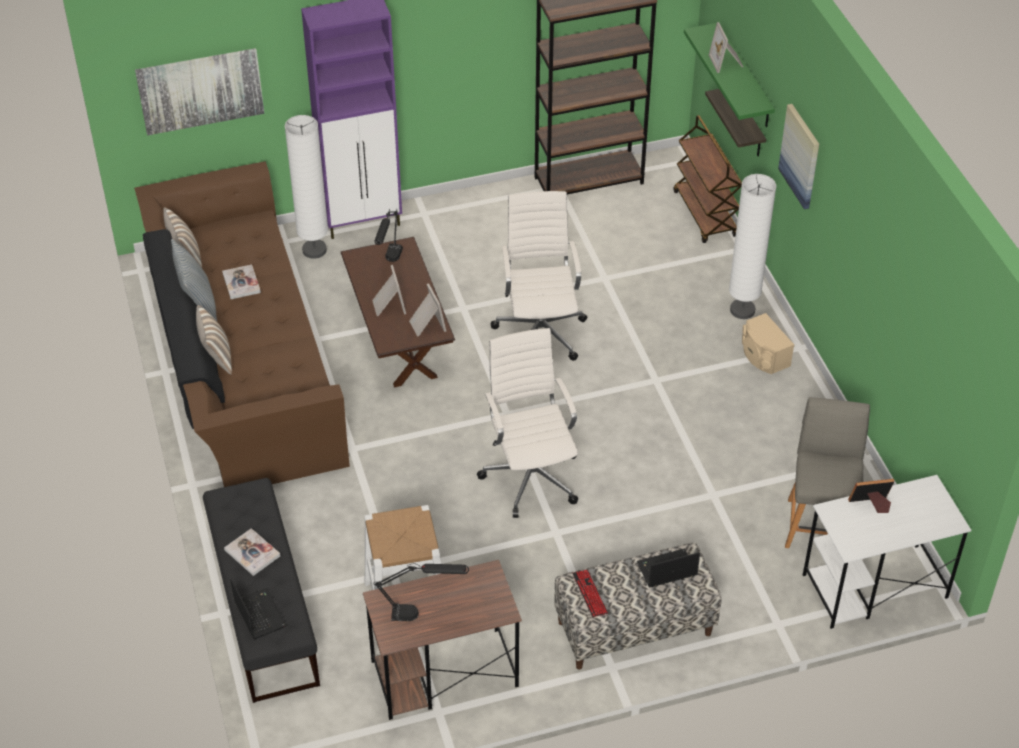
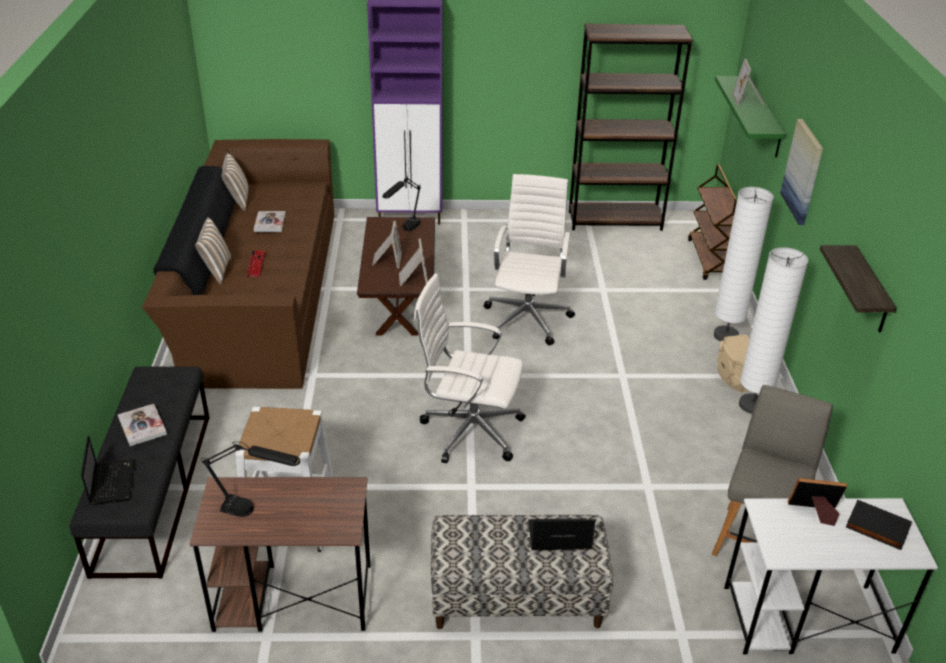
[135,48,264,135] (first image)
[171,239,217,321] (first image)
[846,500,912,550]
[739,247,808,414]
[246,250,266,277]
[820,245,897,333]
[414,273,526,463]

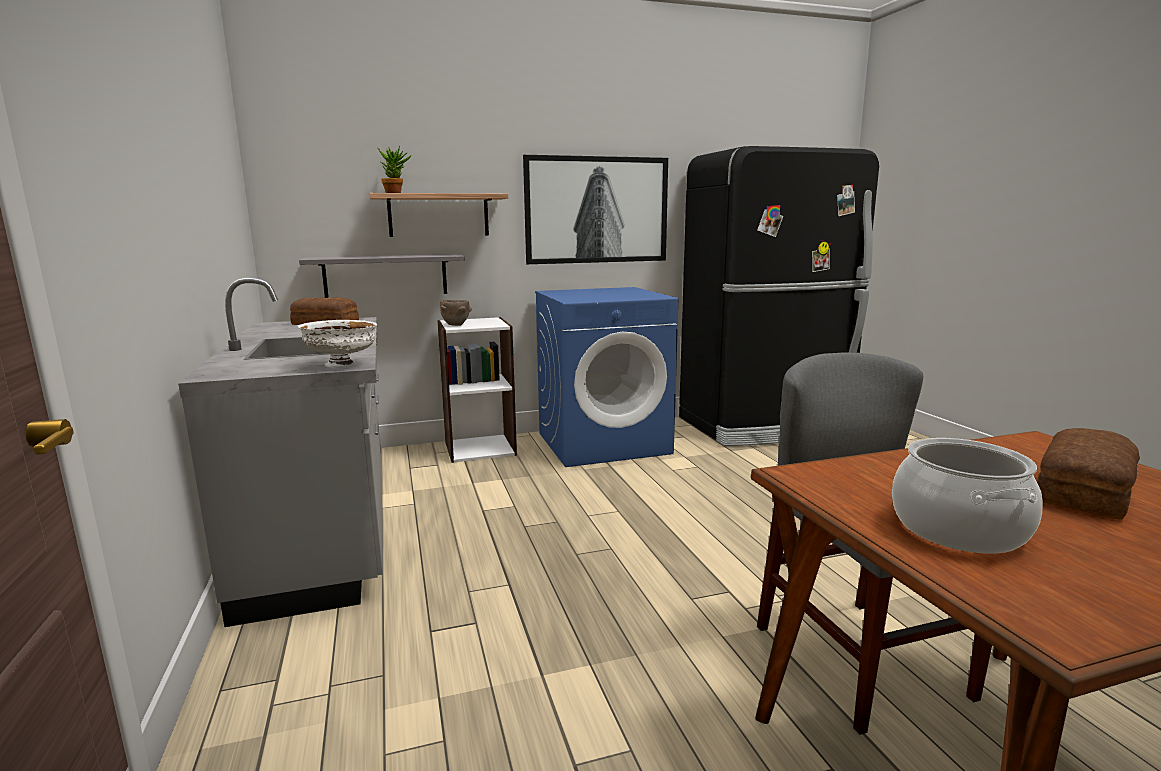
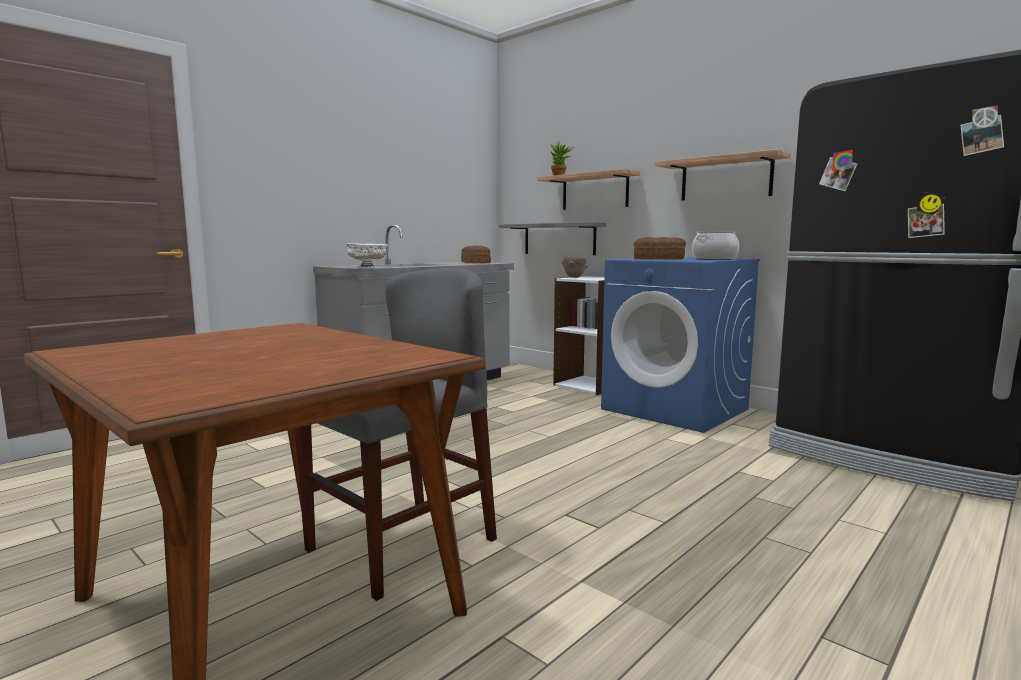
[692,231,739,260]
[633,237,686,259]
[655,149,791,200]

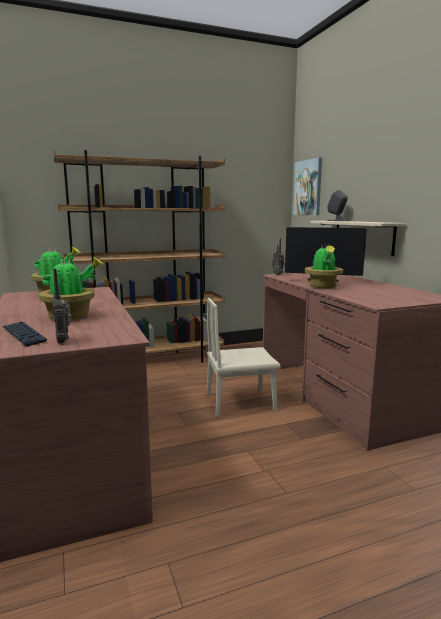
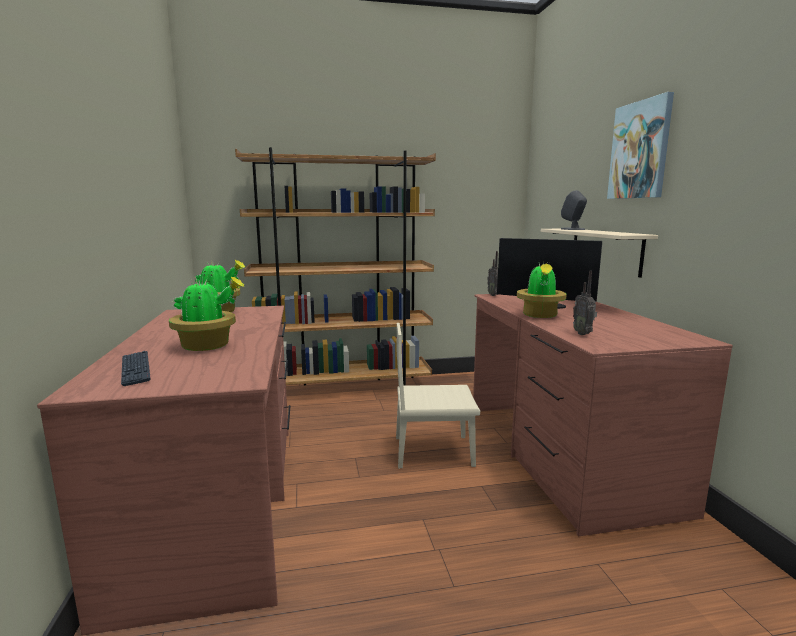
[573,271,597,335]
[607,92,674,199]

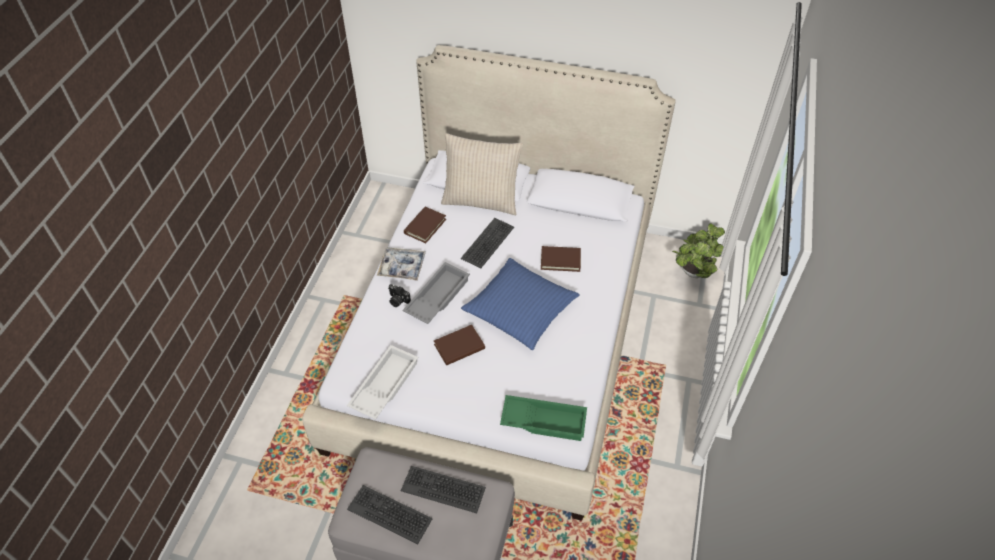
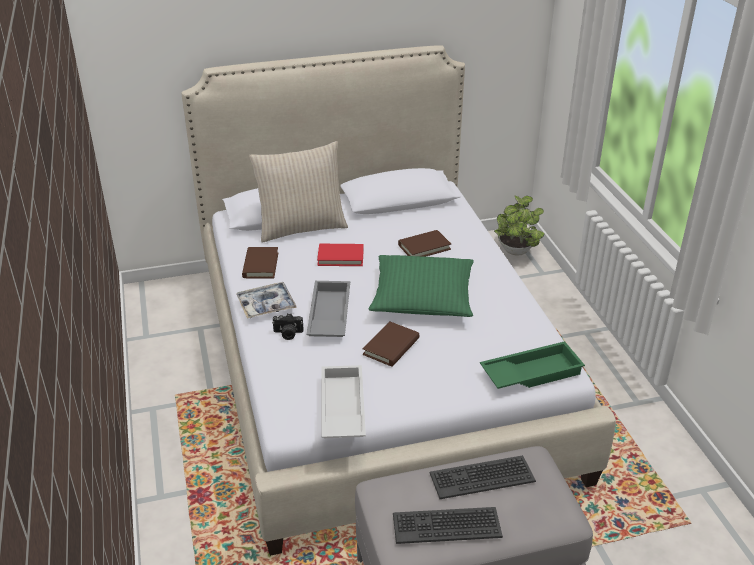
[317,244,364,266]
[369,255,474,317]

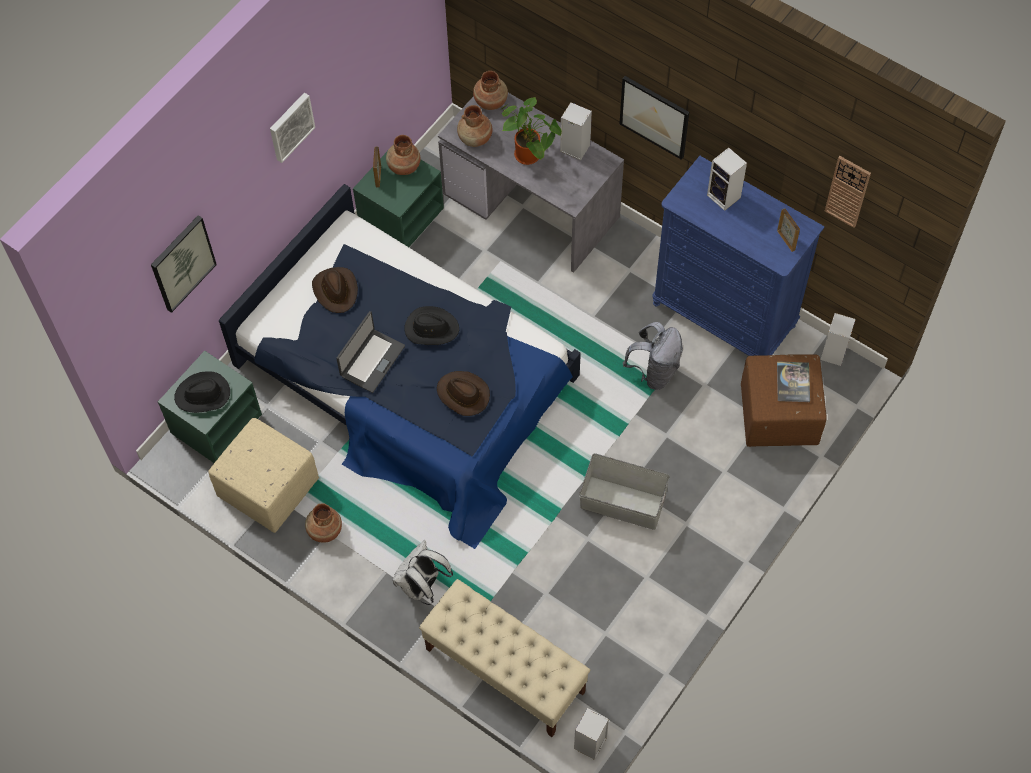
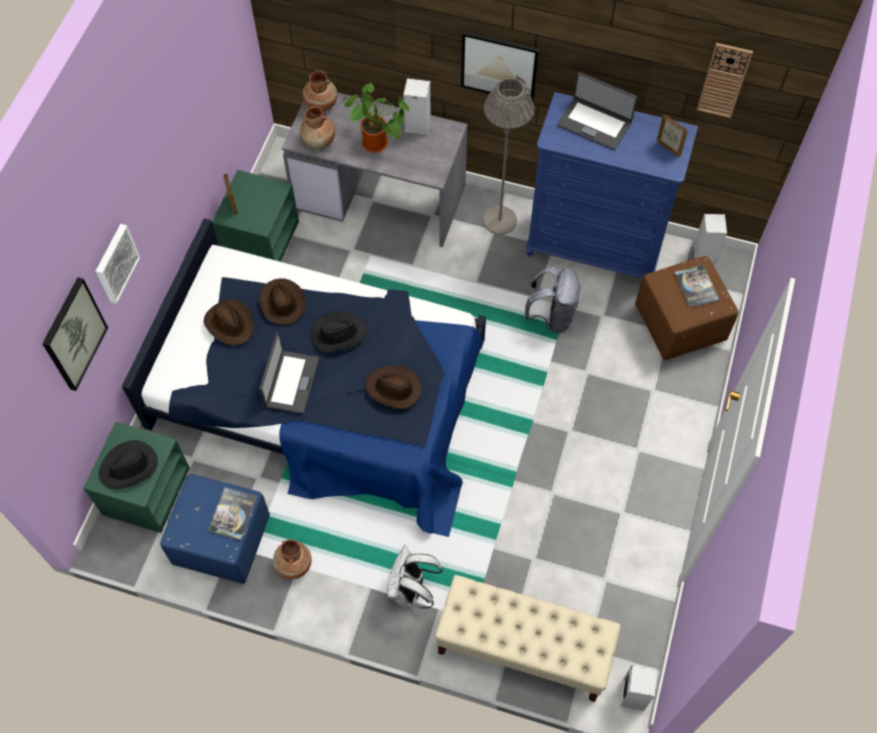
[386,135,420,175] (first image)
[579,453,670,530] (first image)
[208,487,257,540]
[259,279,306,325]
[483,76,534,235]
[96,224,140,304]
[557,72,637,150]
[160,474,270,584]

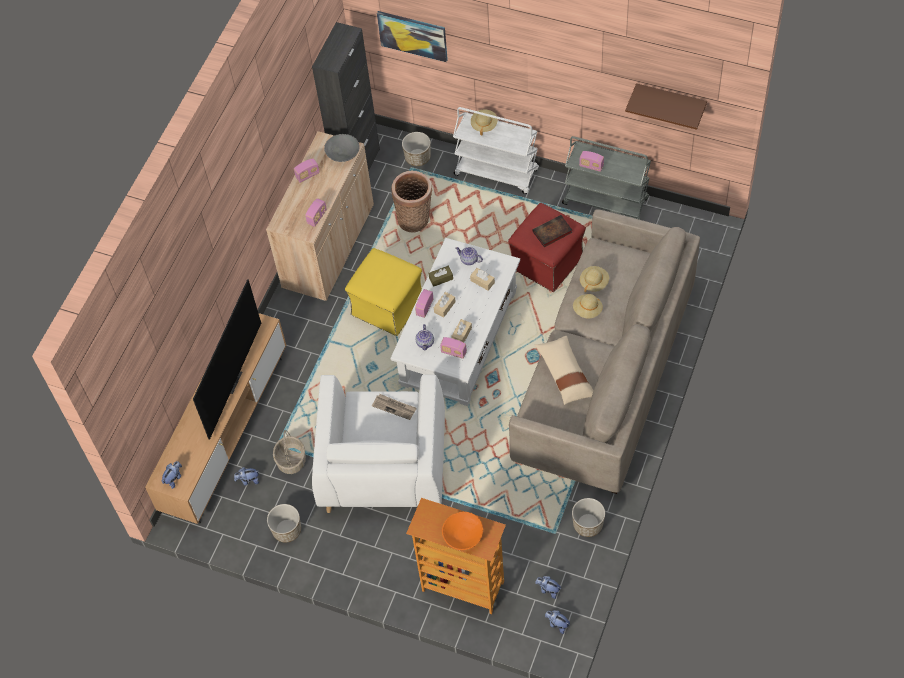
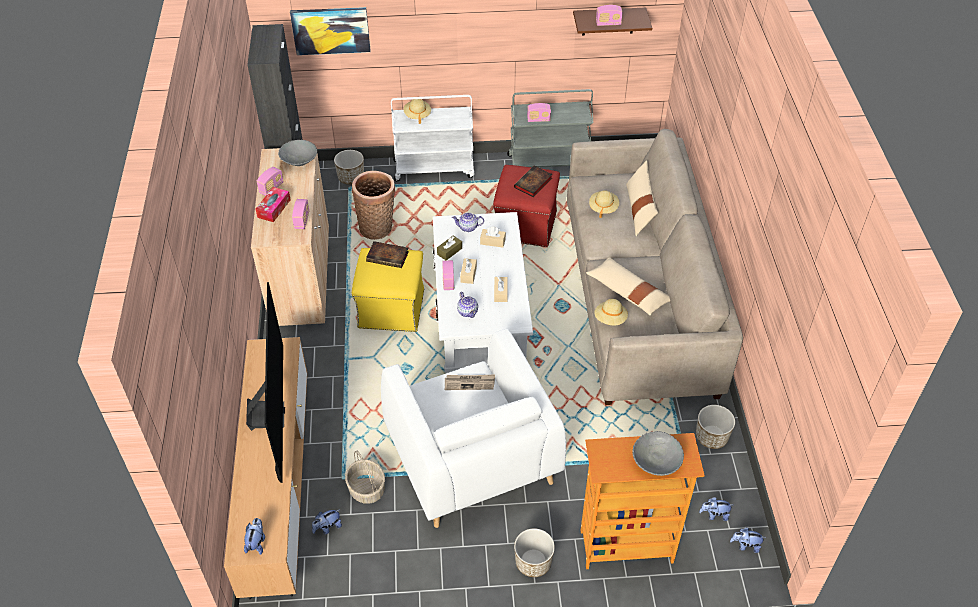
[255,187,291,222]
[366,241,409,268]
[626,160,658,236]
[514,528,555,577]
[596,5,623,26]
[595,299,628,326]
[632,431,684,476]

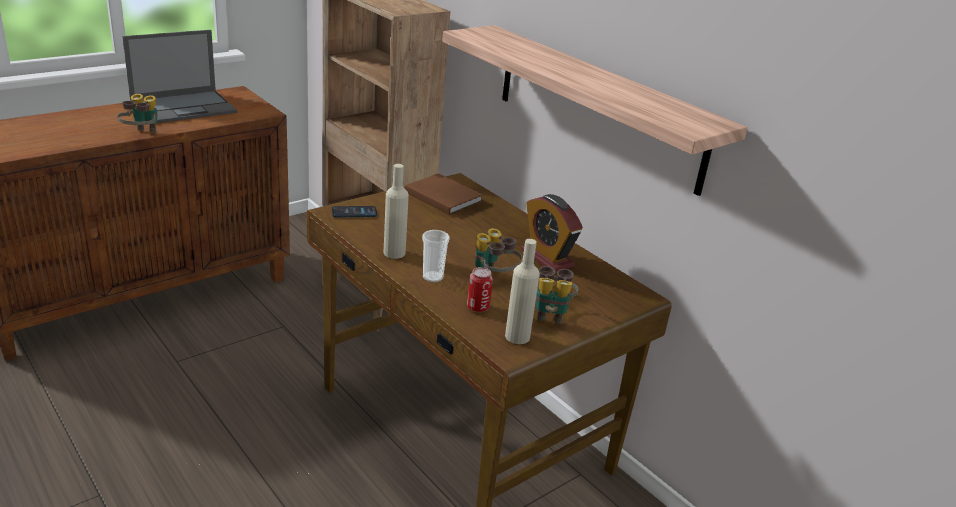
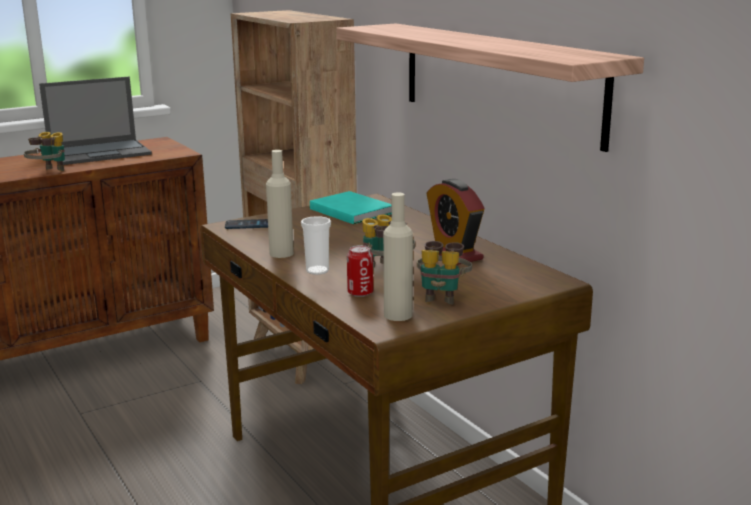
[310,191,392,224]

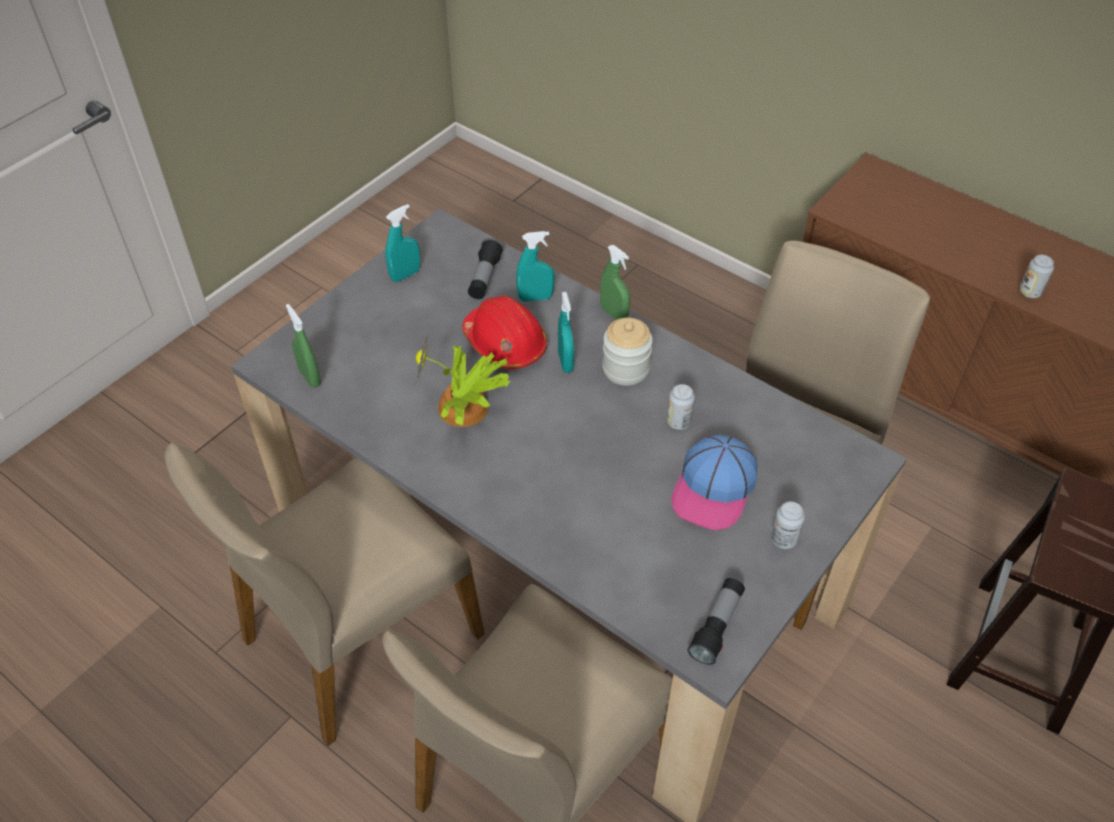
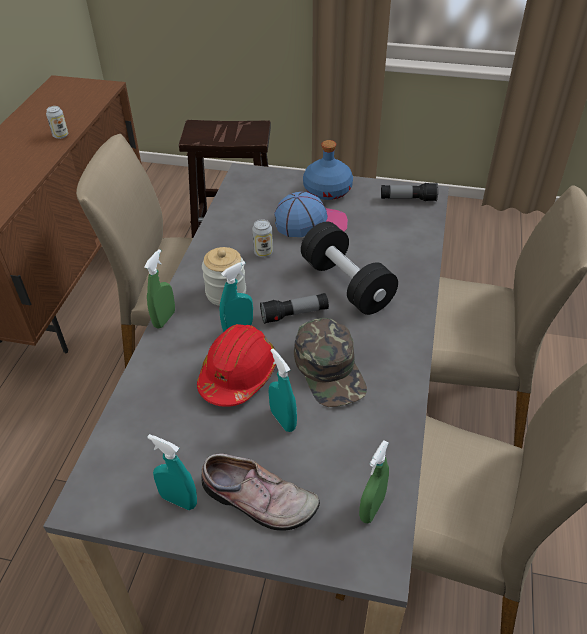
[201,453,320,531]
[301,222,398,315]
[260,293,329,324]
[269,349,297,432]
[294,318,367,407]
[303,140,353,200]

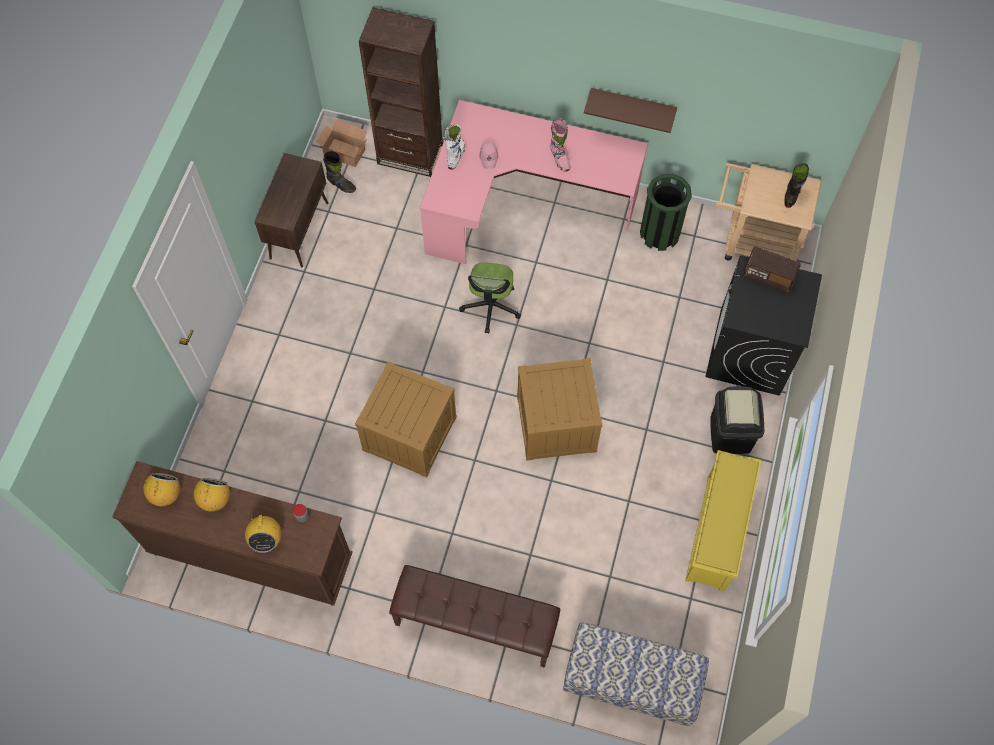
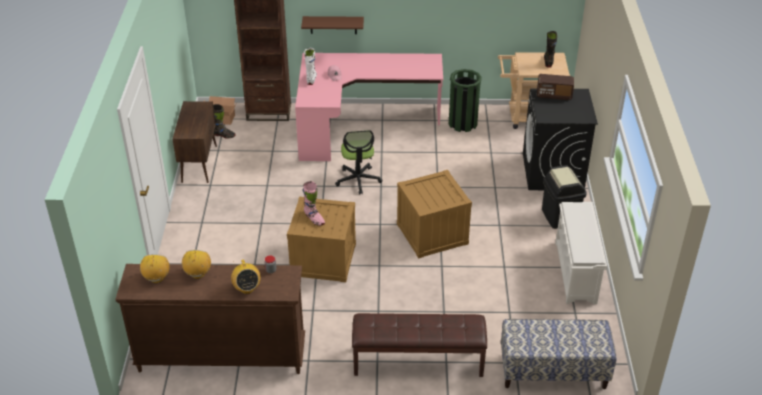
[303,181,325,226]
[301,16,364,34]
[555,202,607,304]

